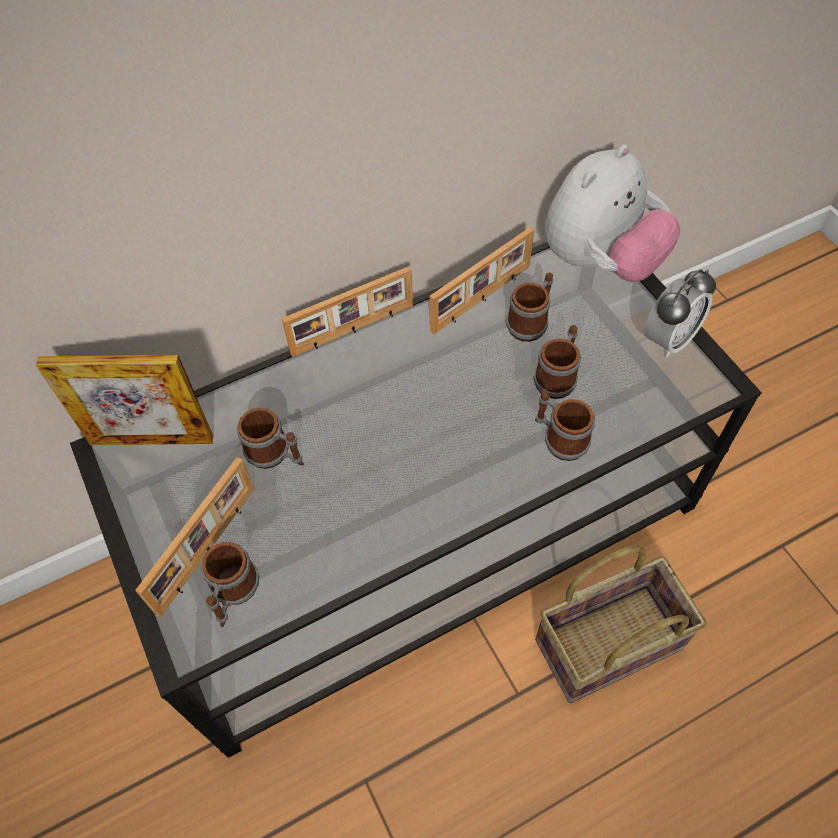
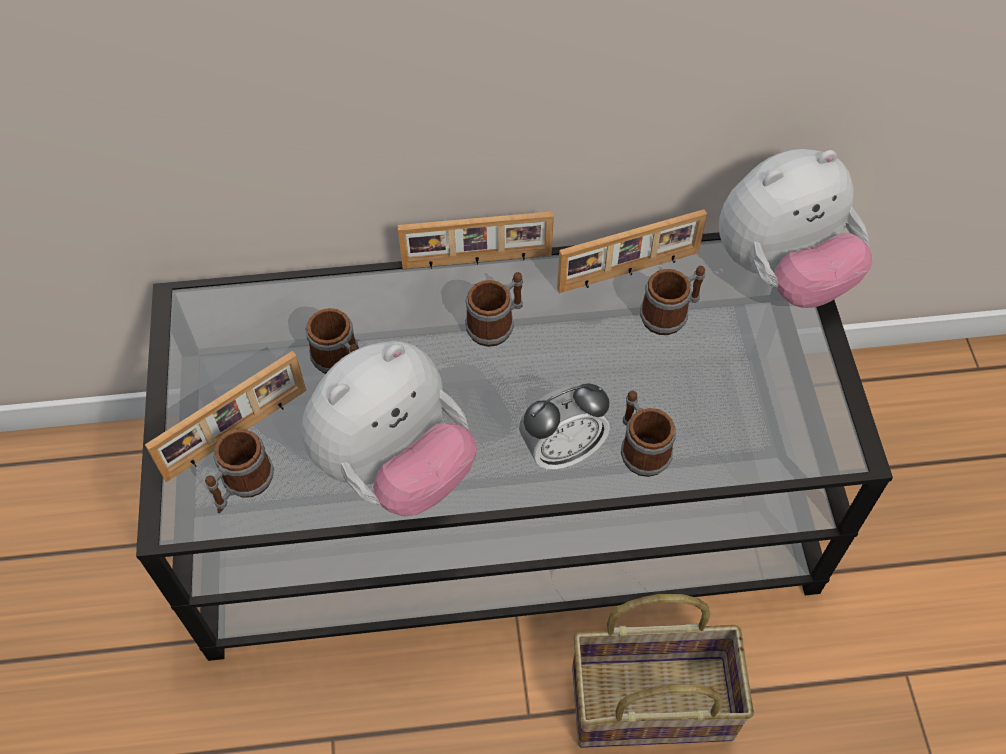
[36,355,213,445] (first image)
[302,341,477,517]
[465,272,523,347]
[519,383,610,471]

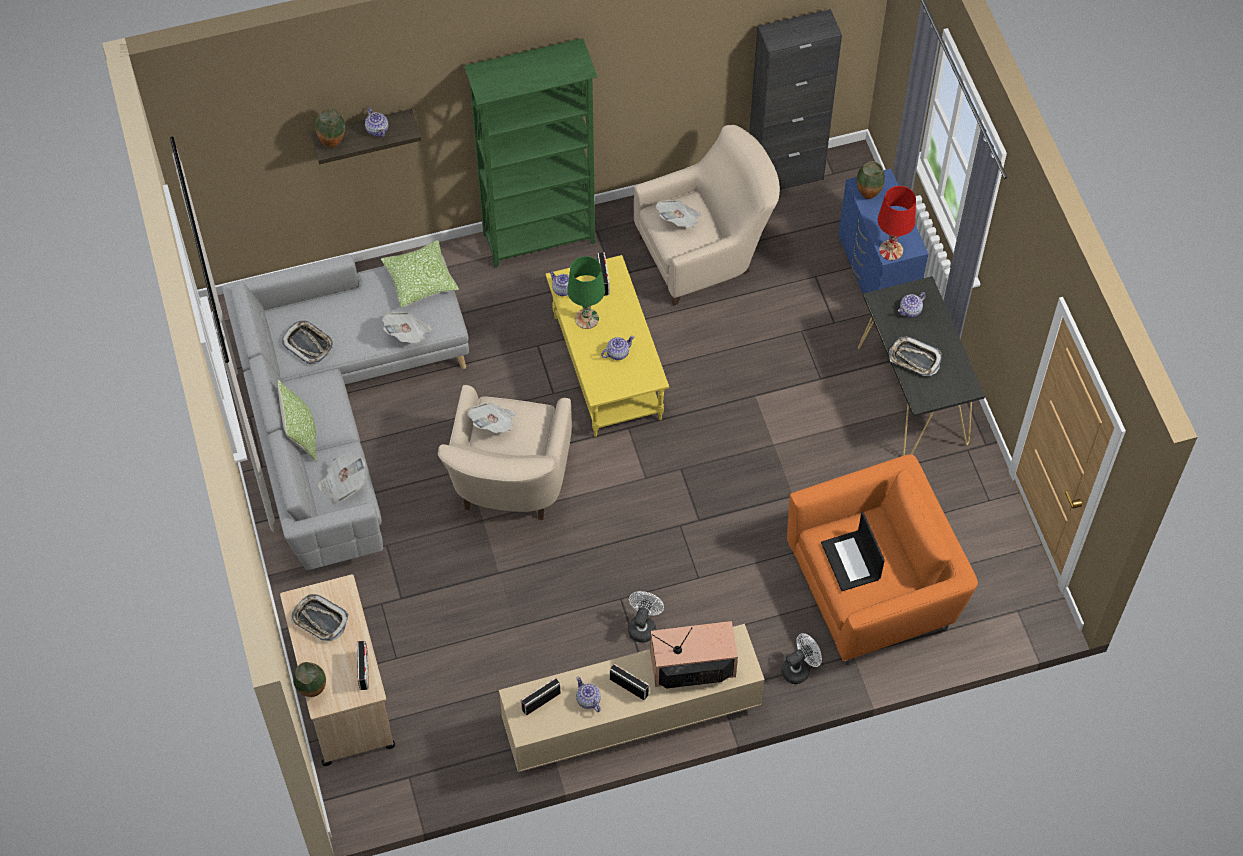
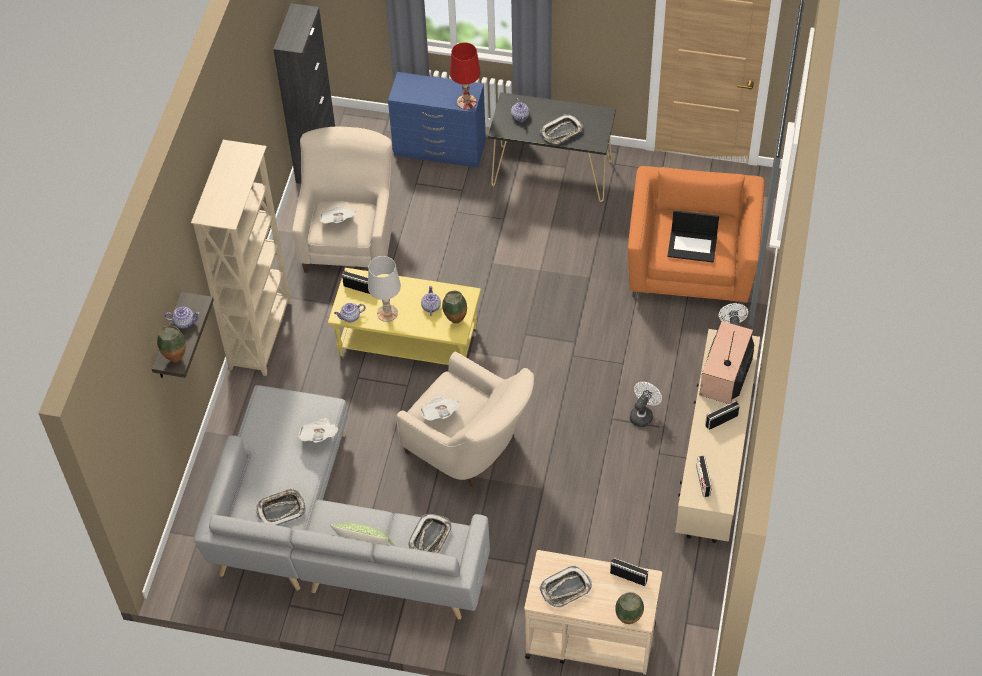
[381,240,459,308] (first image)
[576,677,601,712] (first image)
[442,291,467,324]
[408,514,452,553]
[191,140,291,376]
[368,256,401,322]
[630,382,662,427]

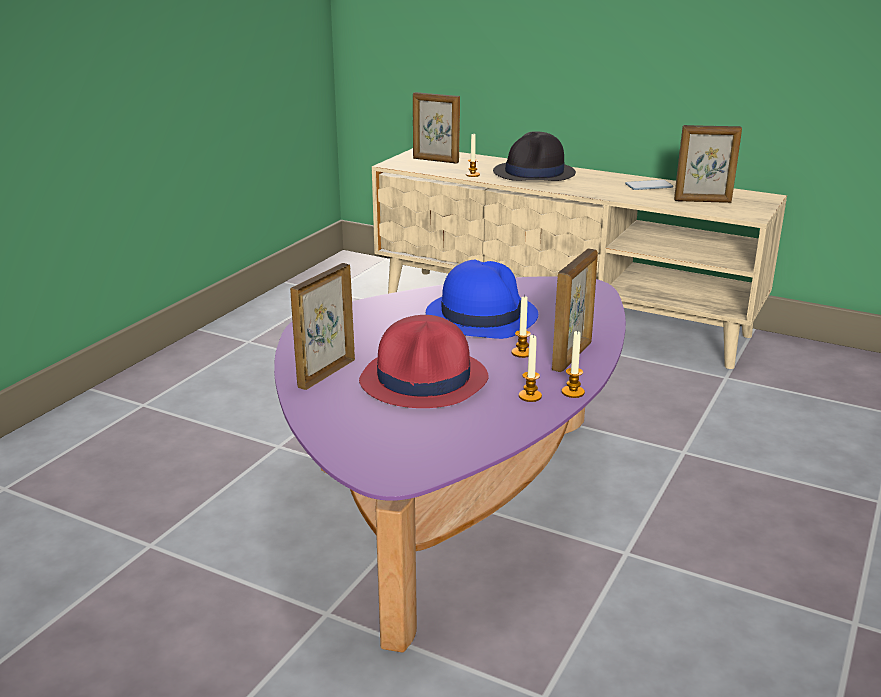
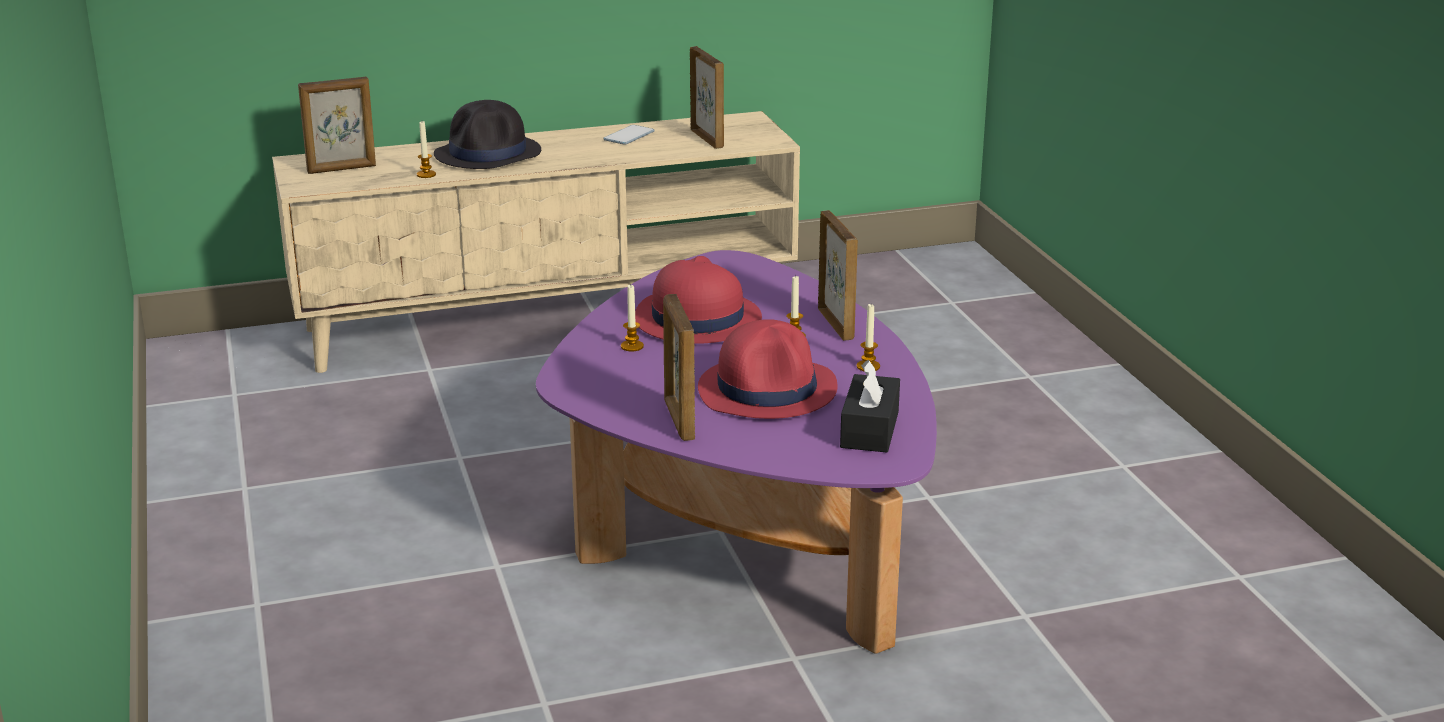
[840,360,900,453]
[621,285,644,352]
[635,256,762,344]
[690,46,724,149]

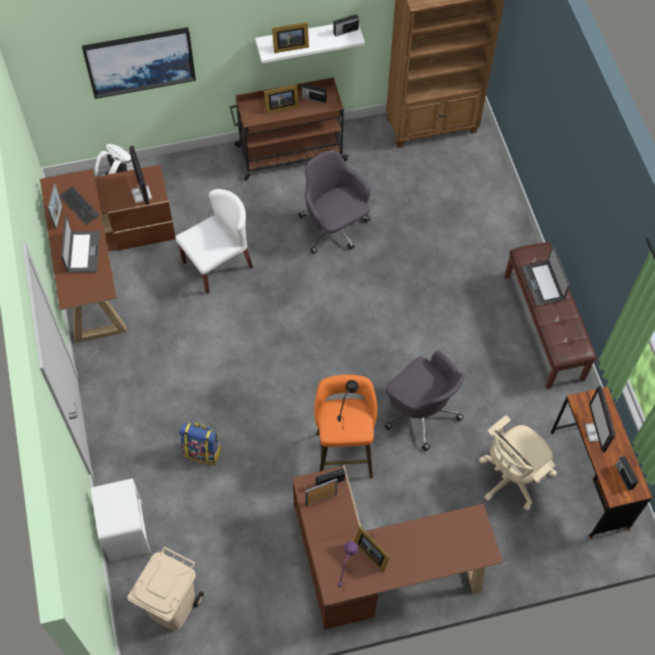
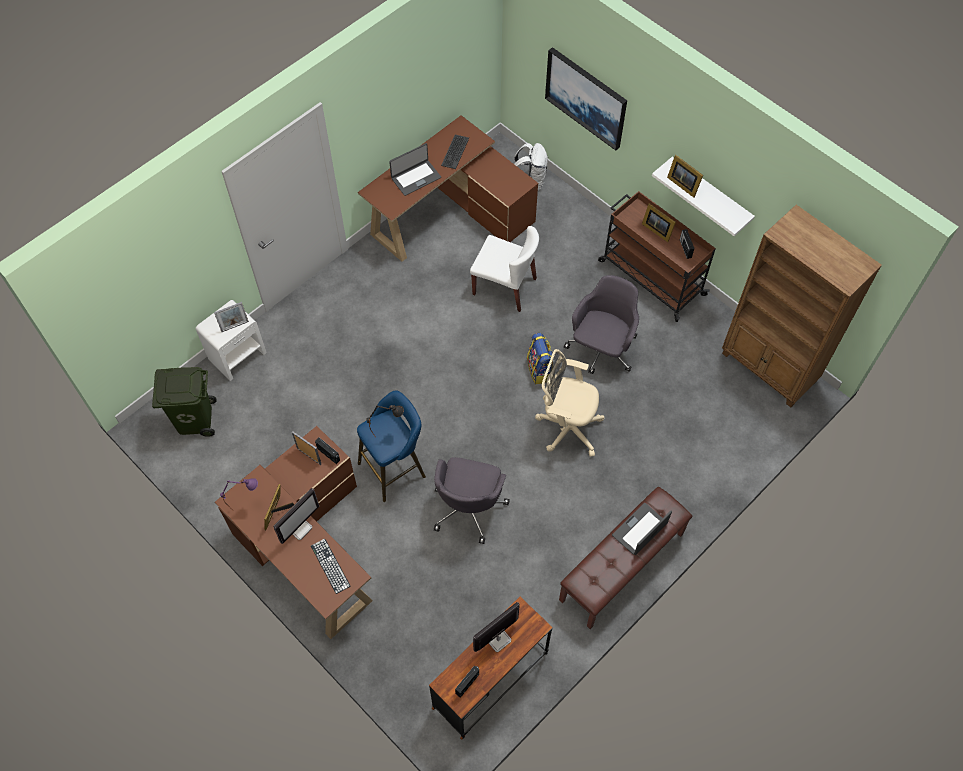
[333,14,359,37] (first image)
[311,539,351,594]
[214,302,249,332]
[274,488,319,544]
[527,333,553,384]
[535,349,604,457]
[152,367,216,437]
[357,390,426,502]

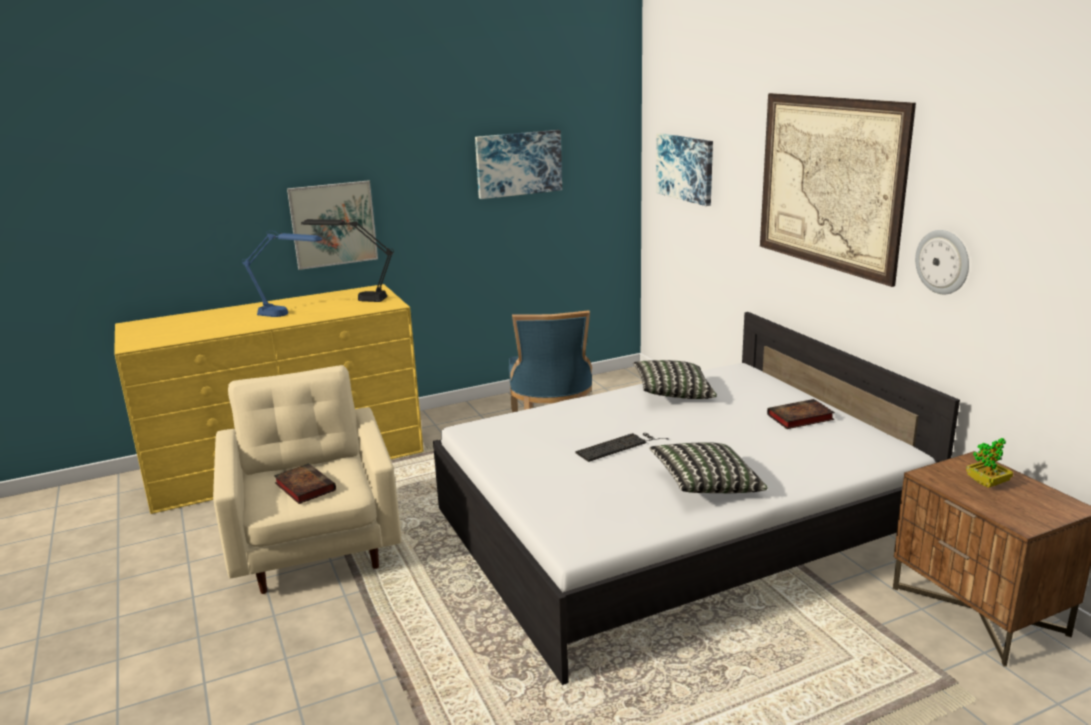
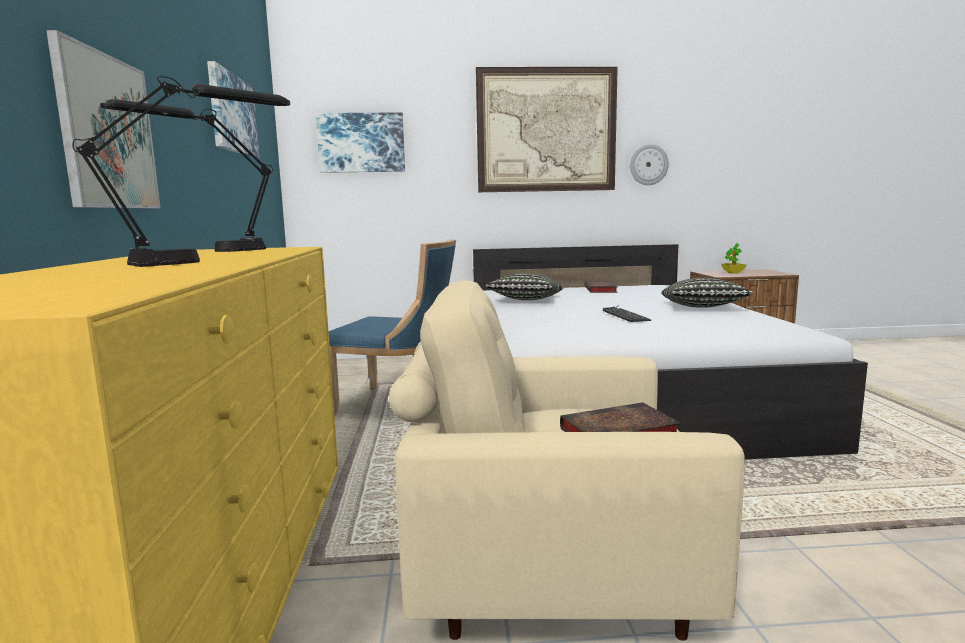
[72,76,290,267]

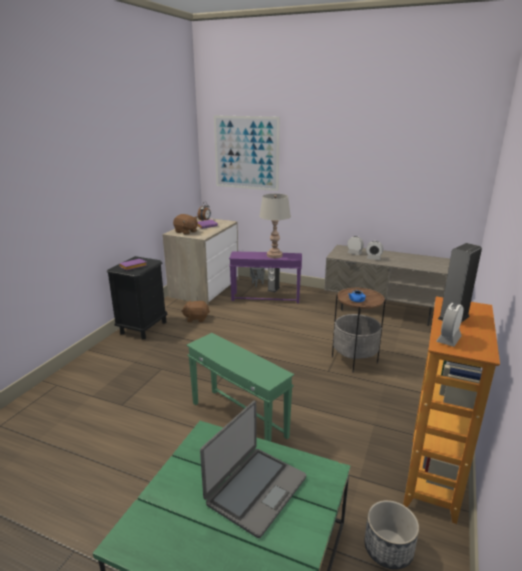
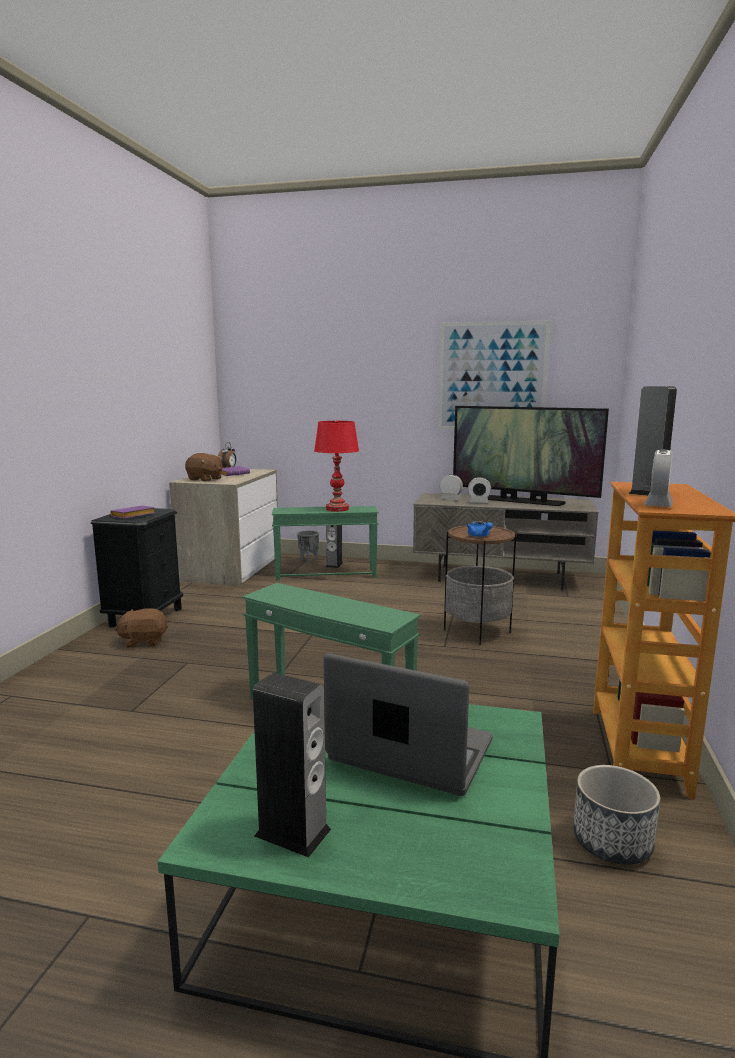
[253,673,331,858]
[453,406,609,506]
[114,608,168,648]
[438,321,550,430]
[272,506,379,580]
[314,420,359,512]
[324,653,493,796]

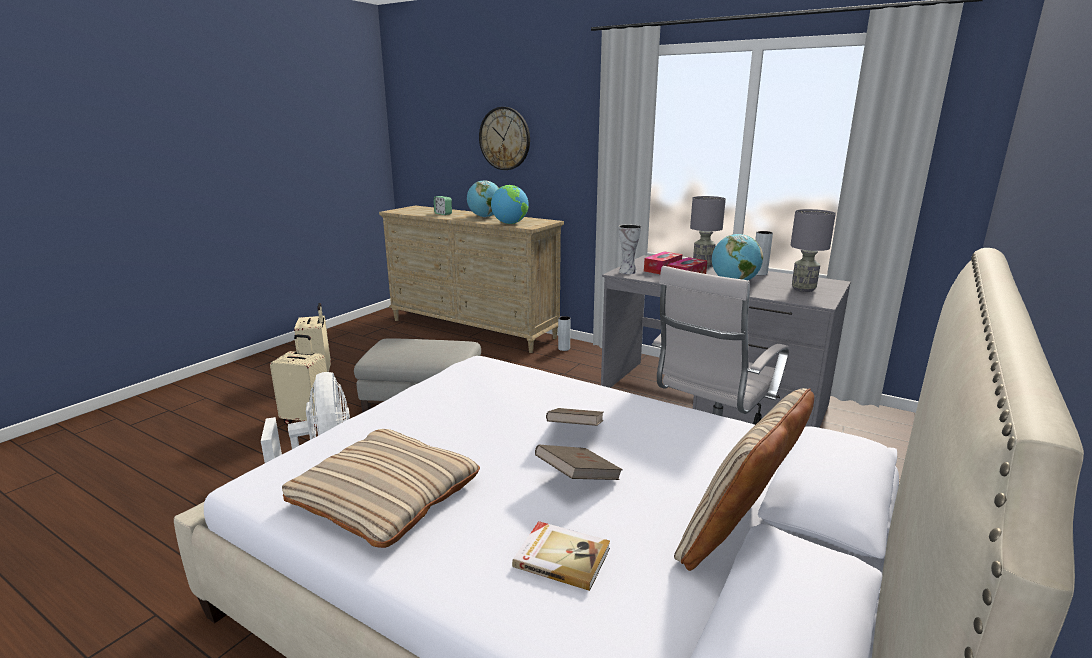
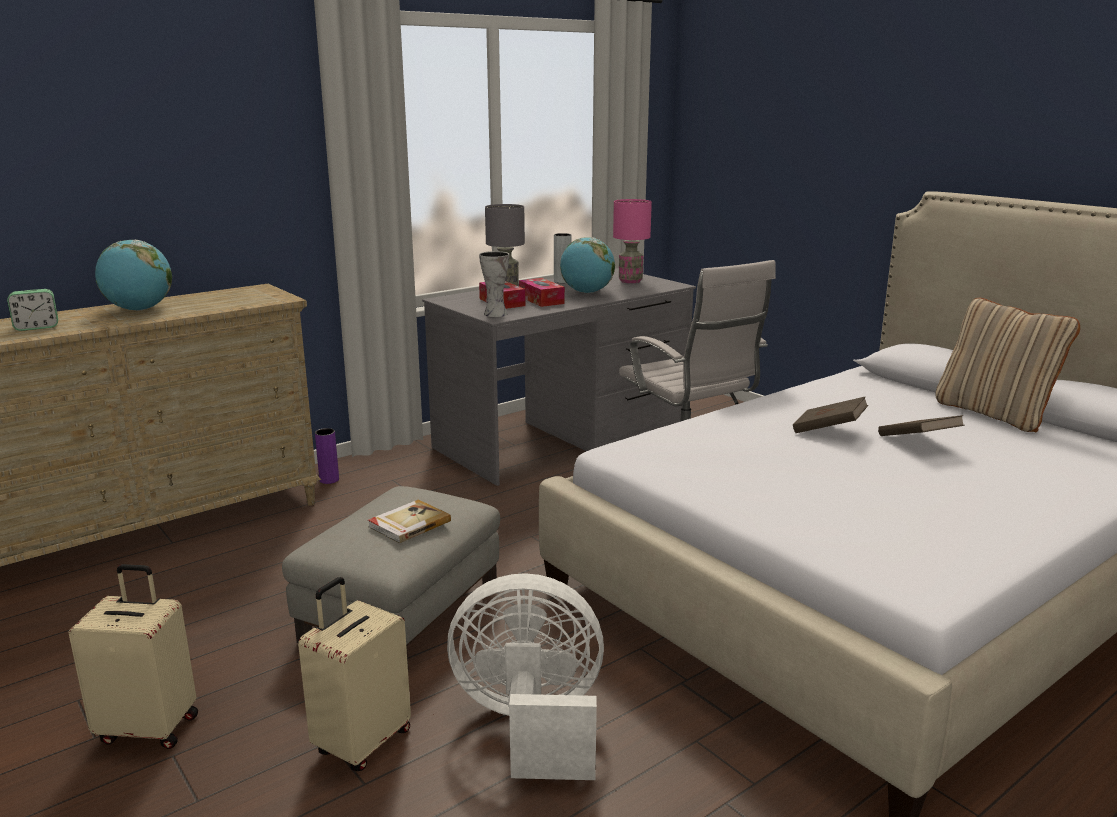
[282,429,480,548] (first image)
[479,107,530,170] (first image)
[491,185,529,224] (first image)
[368,499,451,543]
[315,428,339,484]
[613,199,652,283]

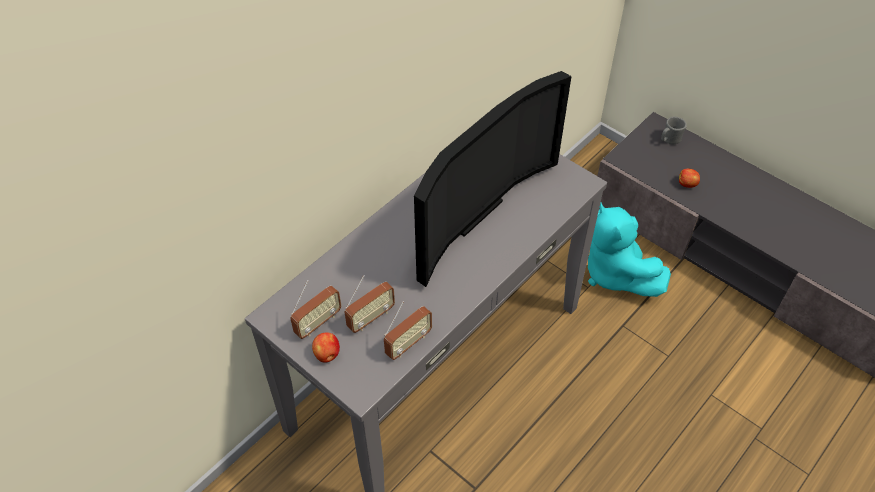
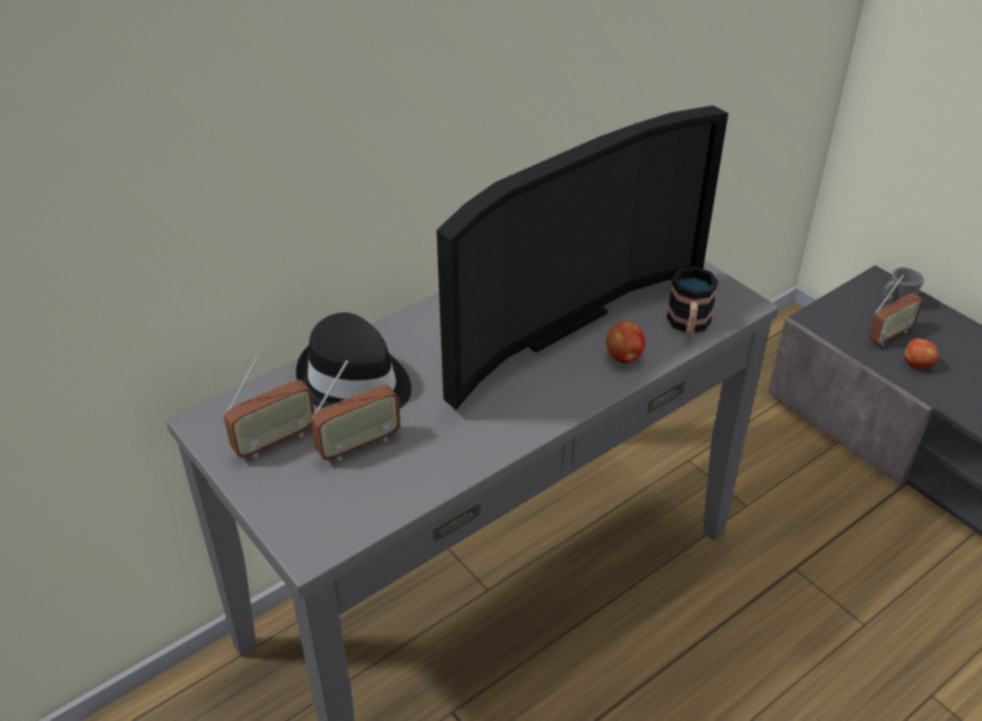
[588,203,671,297] (first image)
[296,312,411,409]
[667,267,718,336]
[606,321,645,363]
[868,275,923,346]

